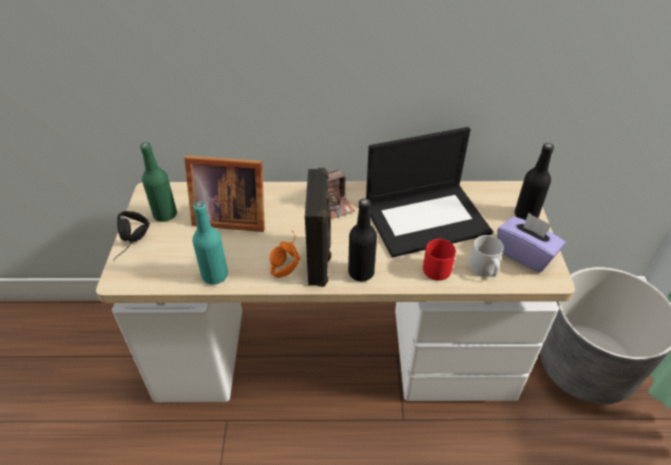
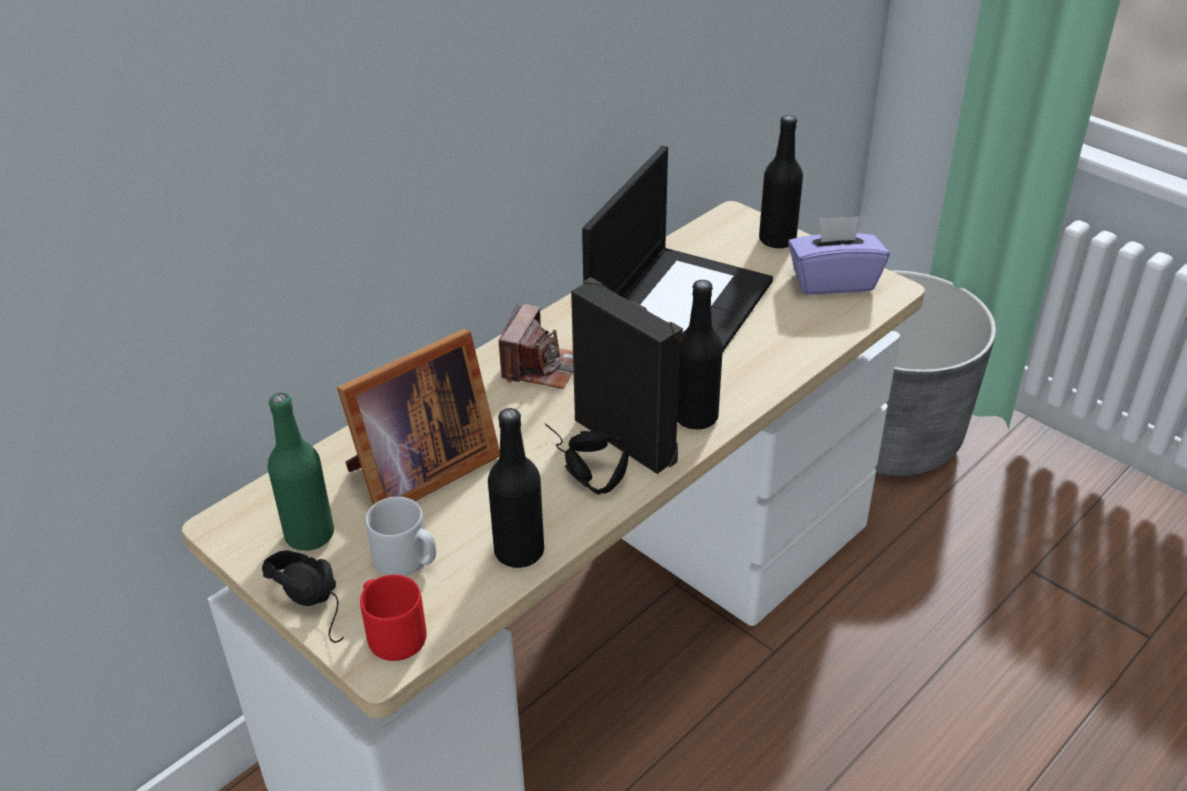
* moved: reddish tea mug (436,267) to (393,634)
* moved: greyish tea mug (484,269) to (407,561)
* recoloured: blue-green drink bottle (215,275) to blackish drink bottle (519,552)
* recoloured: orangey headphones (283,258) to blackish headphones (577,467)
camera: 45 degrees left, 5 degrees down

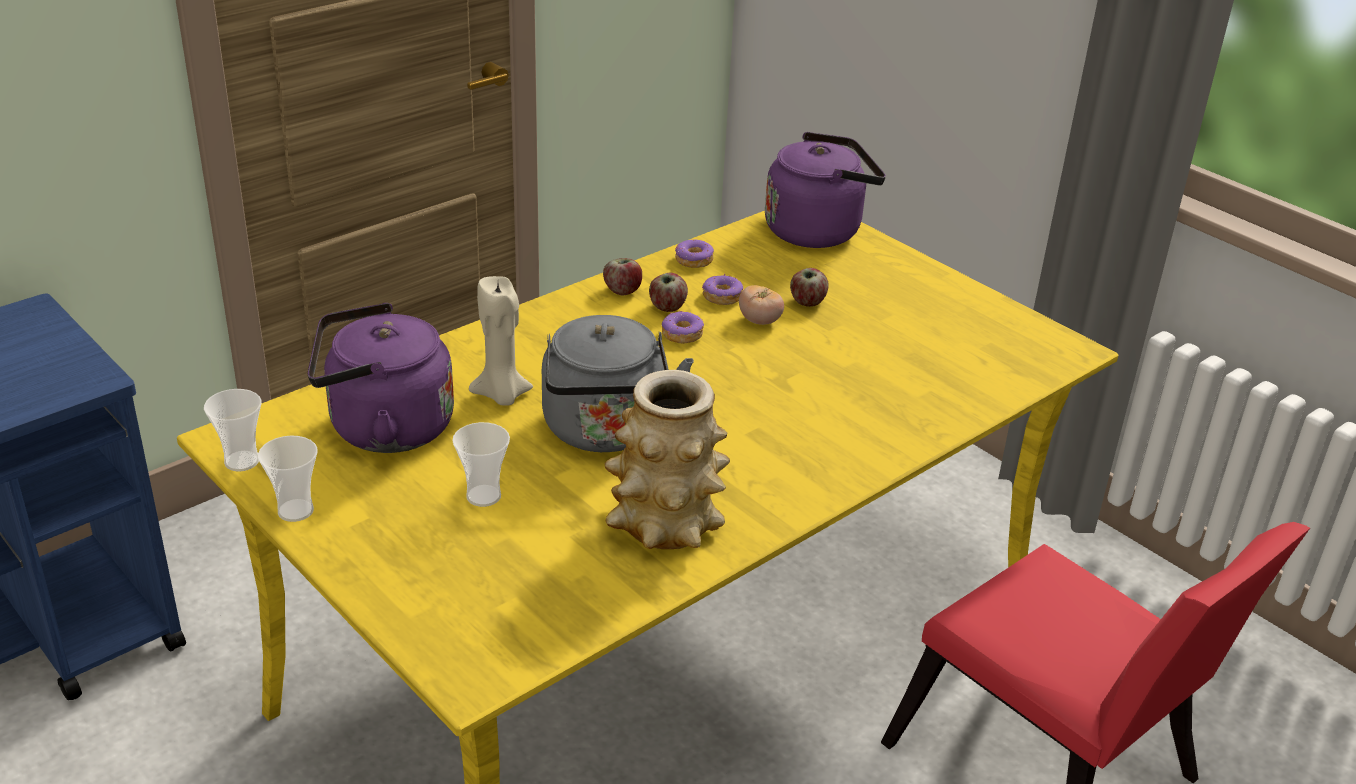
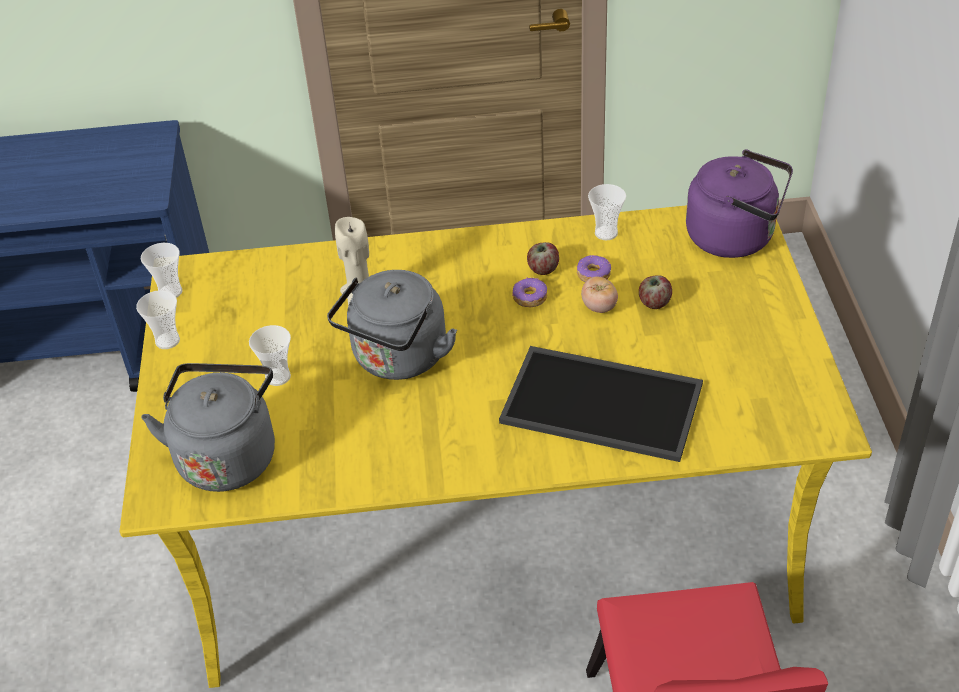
* added: greyish kettle (227,455)
* added: carrying tray (604,402)
* replaced: doughnut (694,260) to small cup (606,233)
* removed: purple kettle (383,428)
* removed: apple fruit (623,290)
* removed: vase (665,524)
camera: 40 degrees right, 10 degrees up

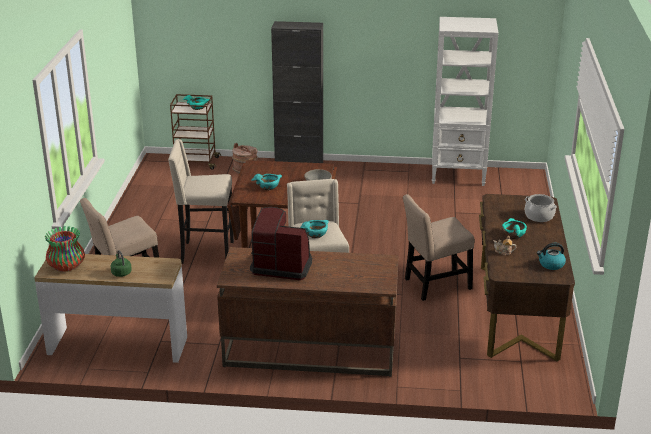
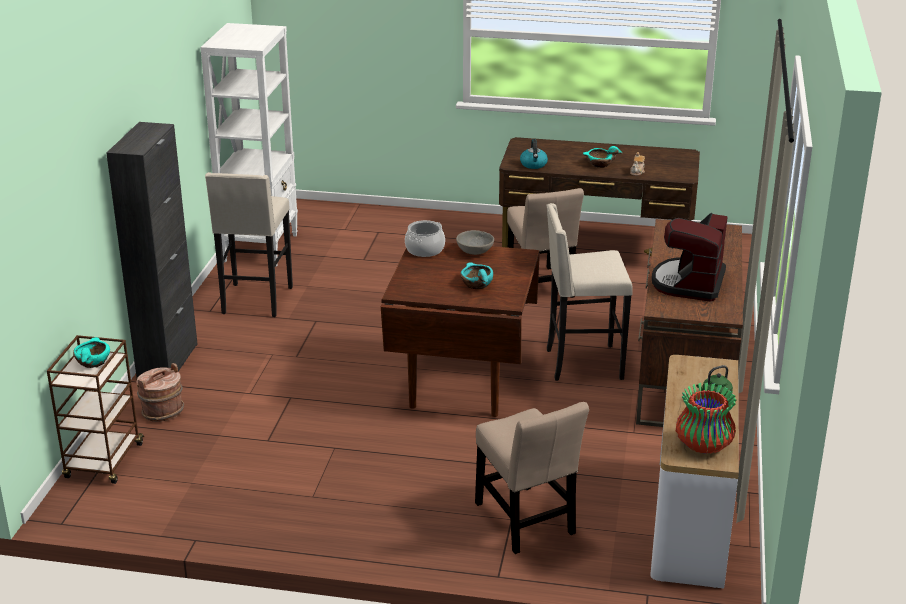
* moved: sand-coloured stool seat (206,253) to (256,301)
* moved: stockpot (539,216) to (425,250)
* moved: kettle (551,264) to (533,165)
* removed: blue-green serving bowl (315,234)
camera: 85 degrees left, 0 degrees up

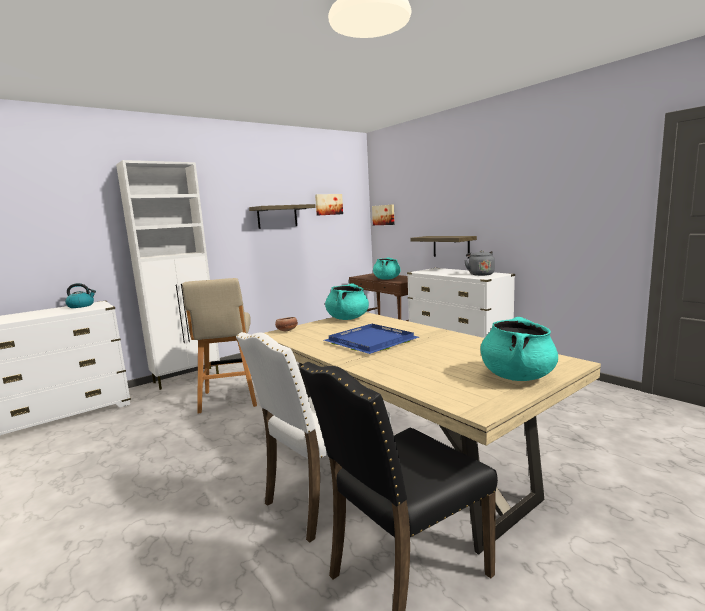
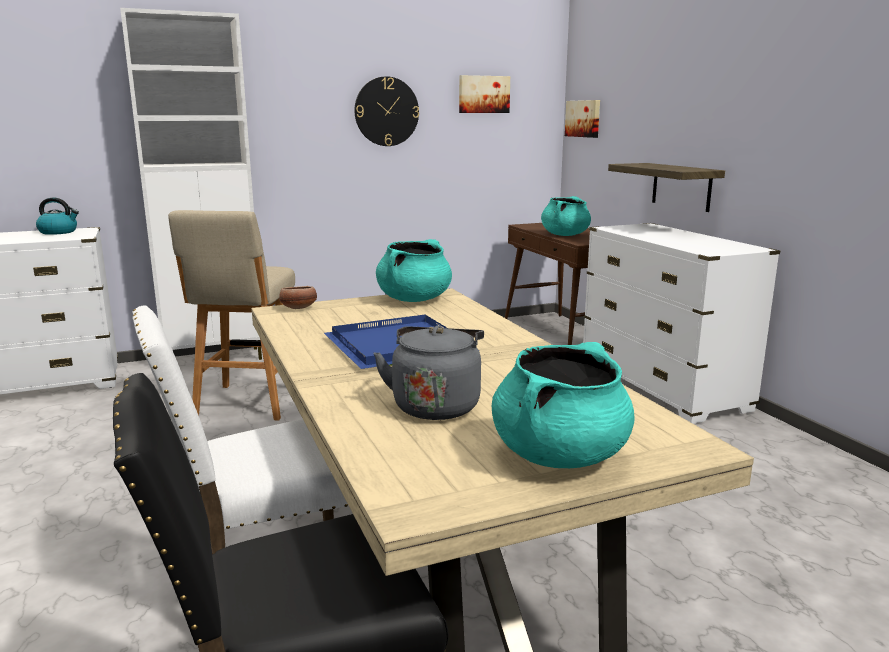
* replaced: bracket shelf (277,216) to clock on the wall (386,111)
* moved: greyish kettle (480,274) to (436,405)
camera: 15 degrees right, 5 degrees up

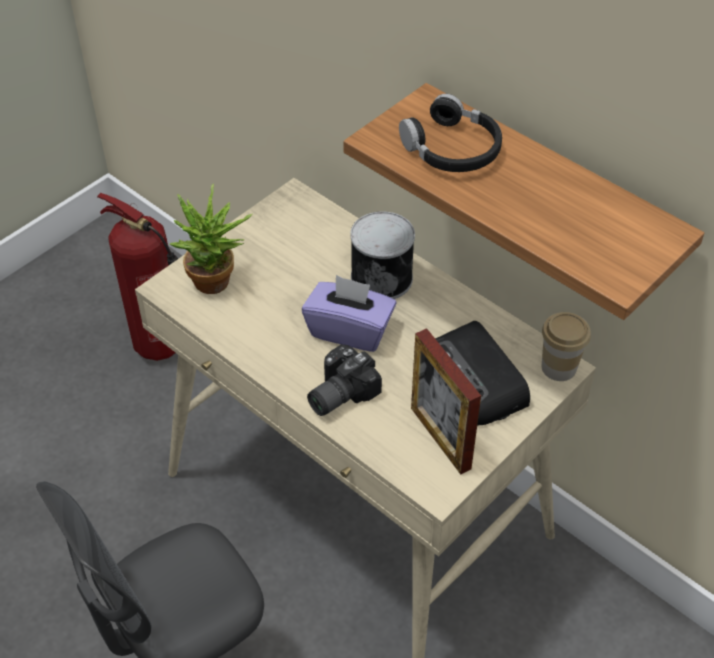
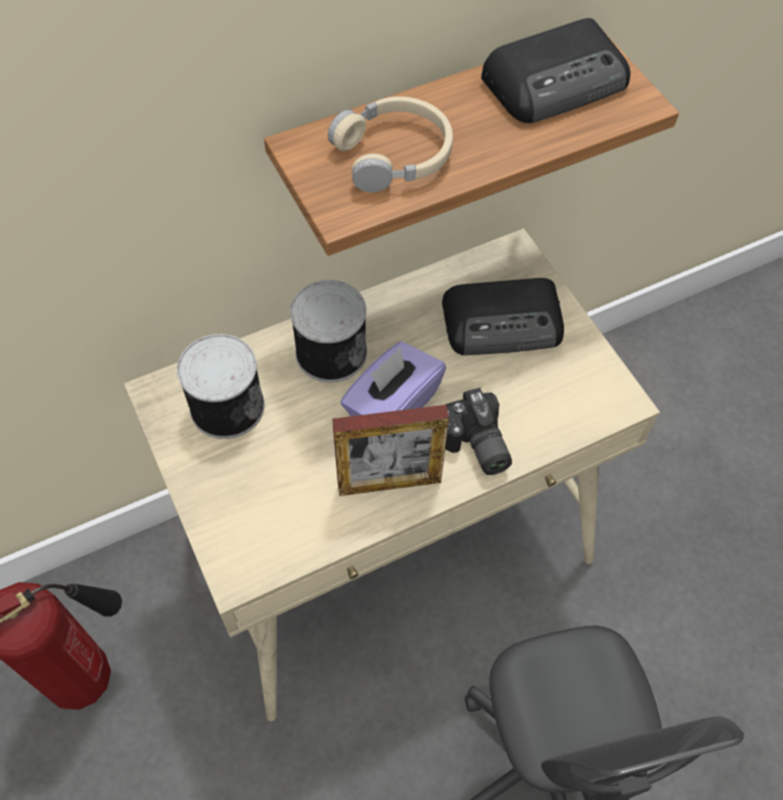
* added: sealed can (225,405)
* recoloured: blackish headphones (452,149) to sand-coloured headphones (394,154)
* moved: picture frame (440,438) to (389,483)
* added: radio (557,81)
* removed: houseplant (217,285)
* removed: small cup (559,367)
camera: 70 degrees left, 10 degrees up

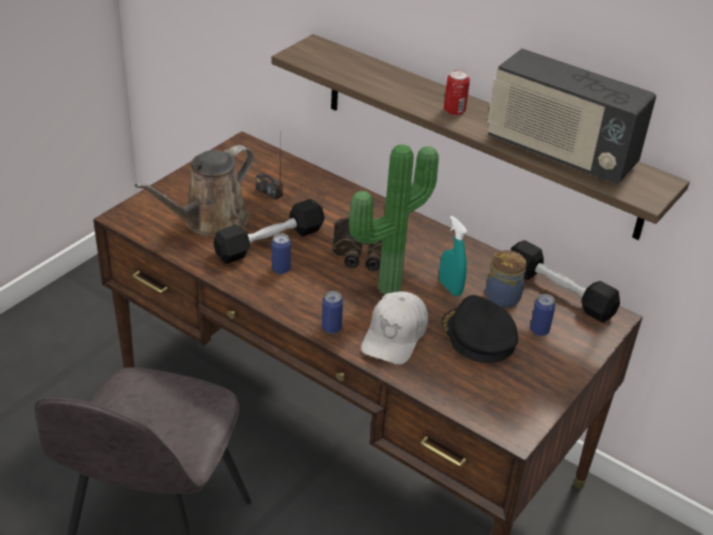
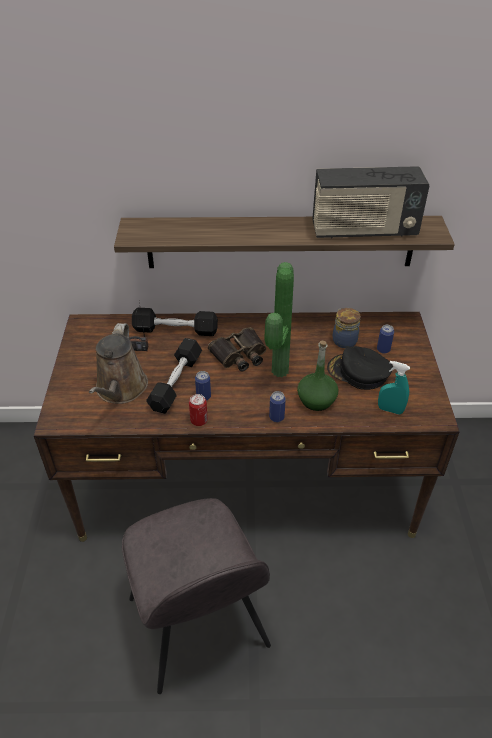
* moved: blackish free weight (559,292) to (175,330)
* moved: sealed can (454,111) to (199,421)
* replaced: whitish baseball cap (395,336) to green-coloured drink bottle (316,400)
* moved: blue-green sprayer (450,288) to (390,410)
camera: 35 degrees left, 5 degrees up

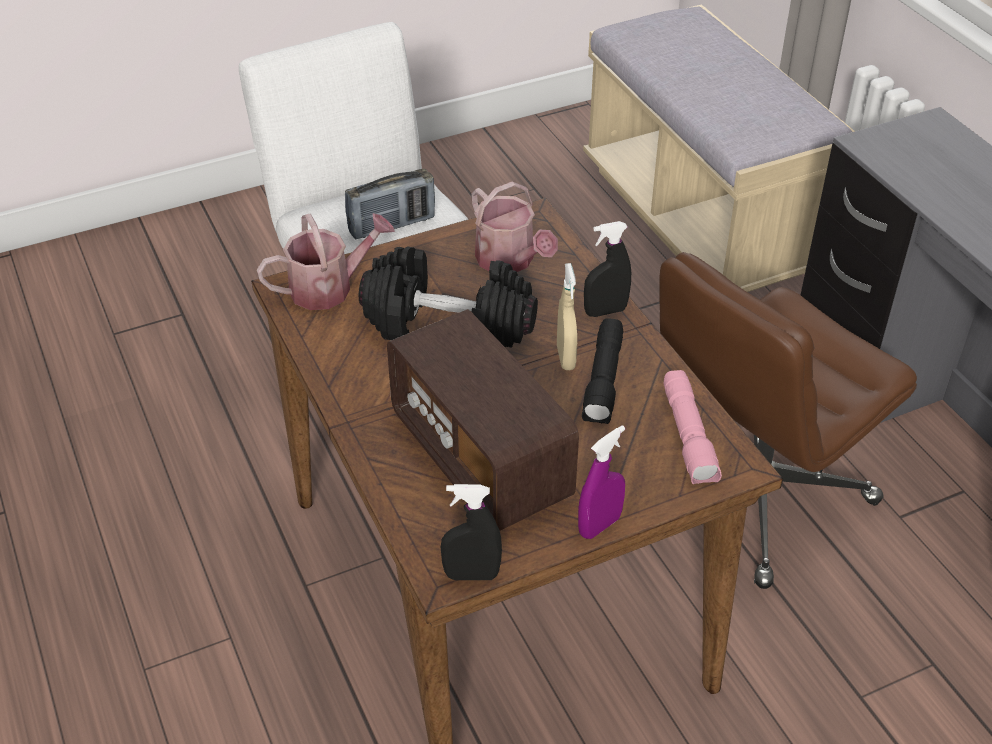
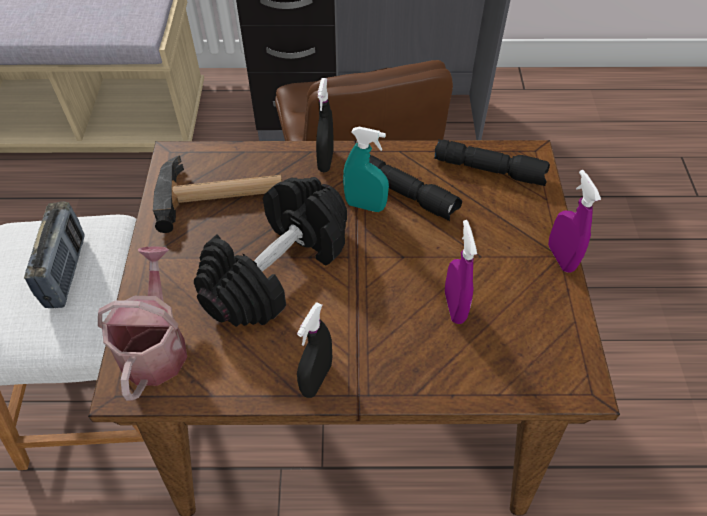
* replaced: watering can (509,261) to hammer (221,195)
* moved: blackish sprayer (471,575) to (316,379)
* recoloured: sand-coloured sprayer (565,358) to blue-green sprayer (365,205)
* recoloured: pink-coloured flashlight (689,437) to blackish flashlight (490,169)
* replaced: radio (481,458) to purple sprayer (454,306)
camera: 65 degrees left, 10 degrees up

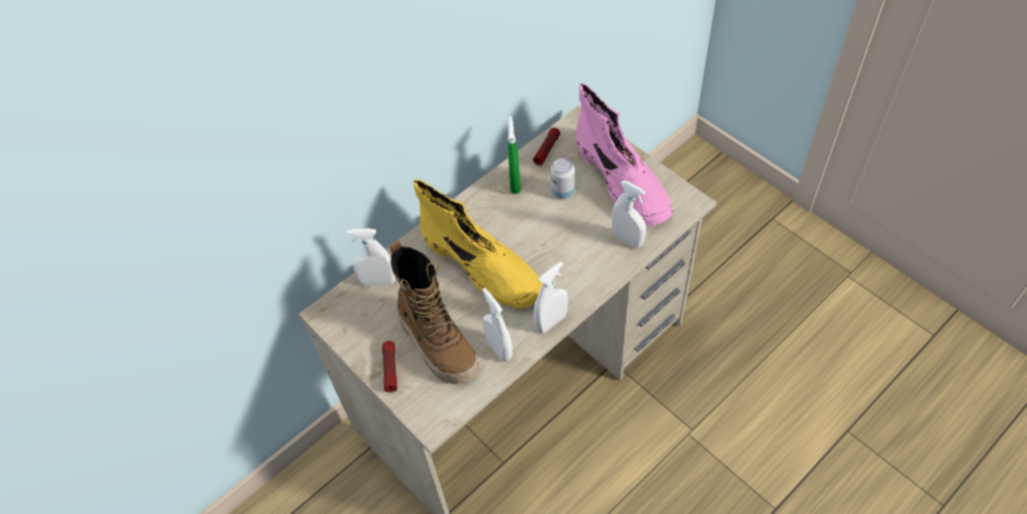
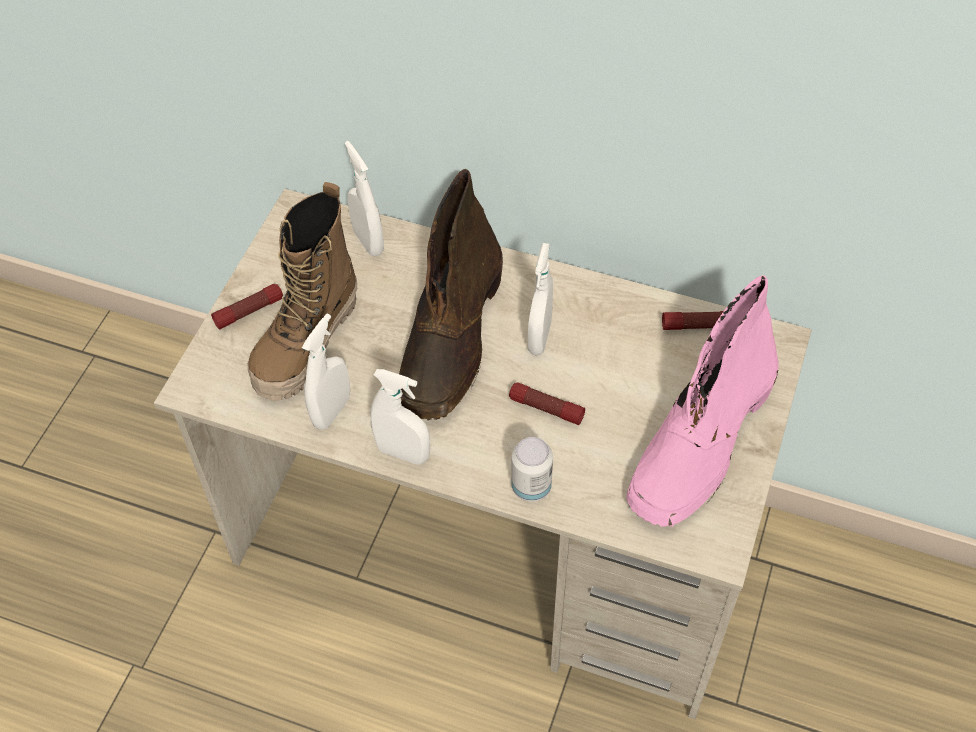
* recoloured: yellowish high-top boot (483,267) to brownish high-top boot (451,339)
* added: flashlight (546,408)
* moved: sealed can (562,191) to (531,487)
* moved: whitish sprayer (627,240) to (539,337)
* removed: green-coloured sprayer (515,183)
camera: 60 degrees right, 0 degrees up

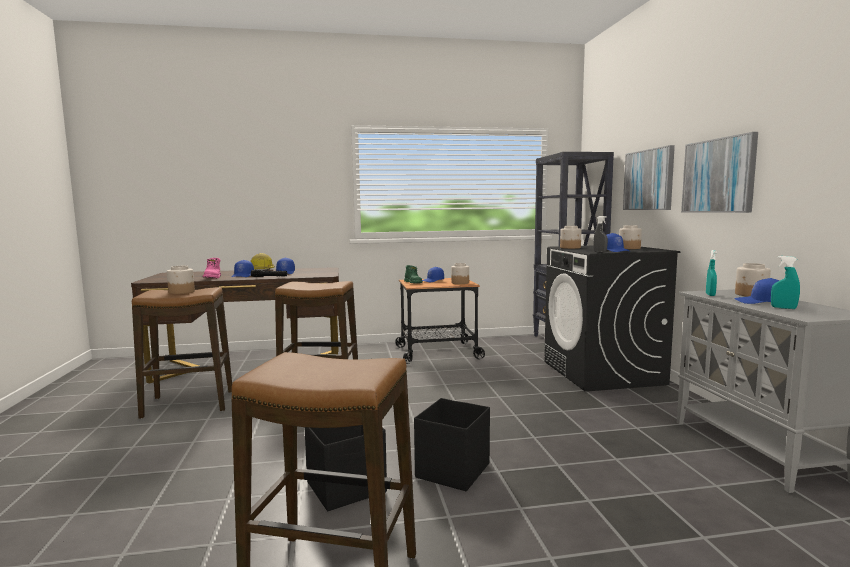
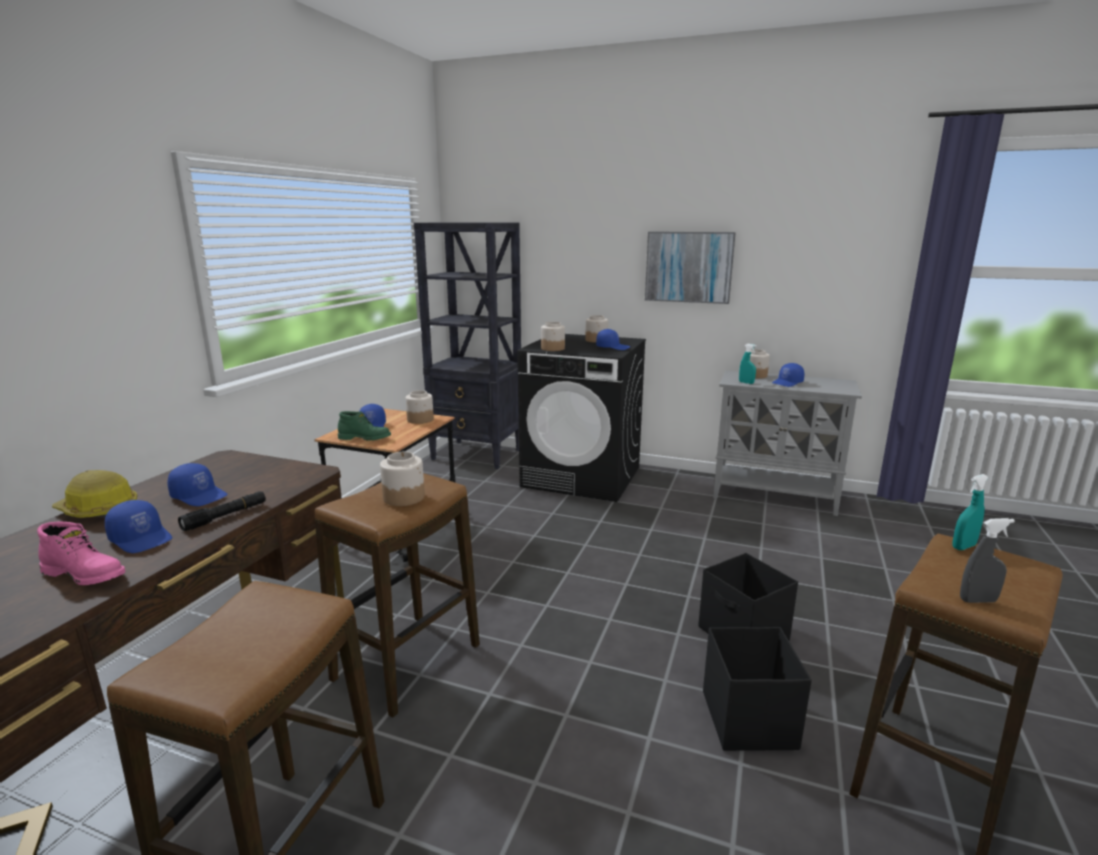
* moved: preserve jar (182,292) to (404,497)
* moved: blue-green sprayer (783,308) to (963,547)
* moved: greyish sprayer (600,252) to (978,600)
* removed: wall art (648,180)
camera: 60 degrees left, 10 degrees up

